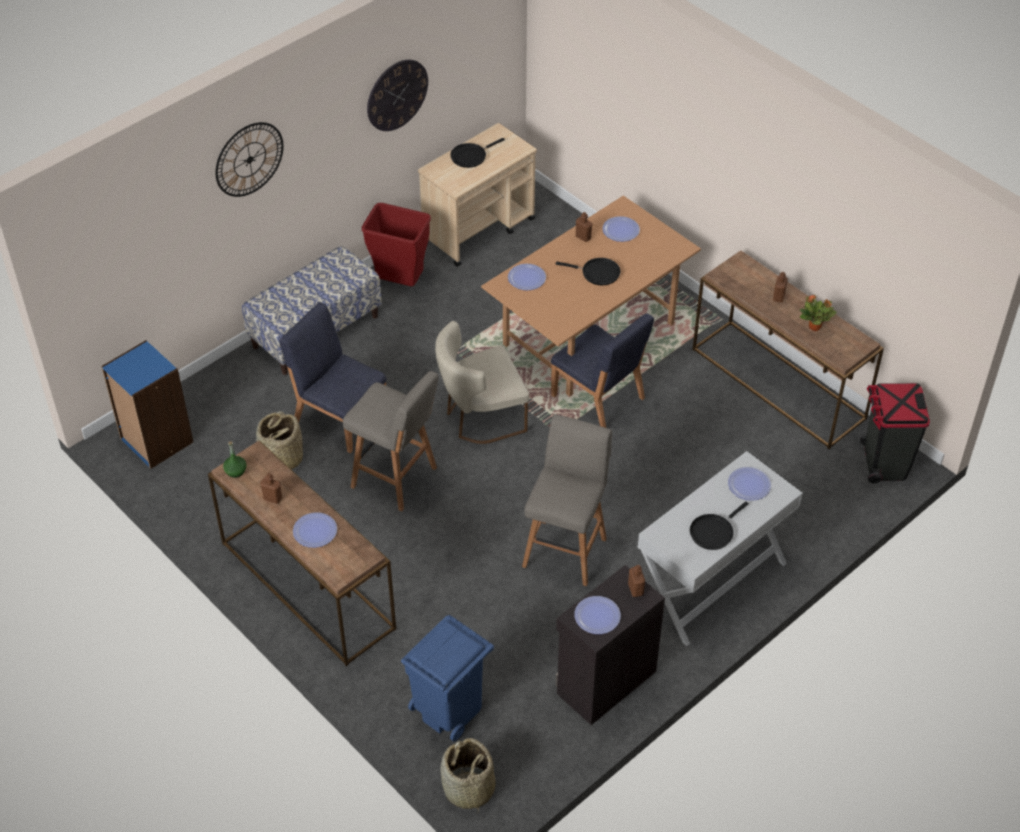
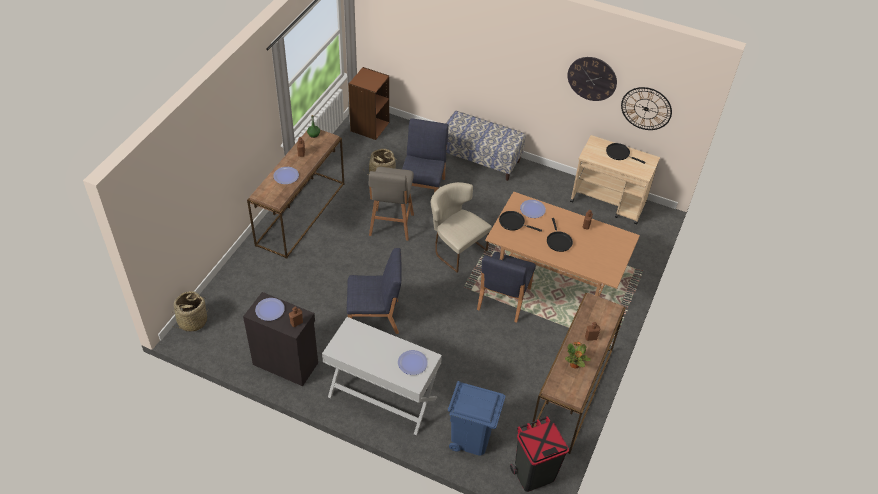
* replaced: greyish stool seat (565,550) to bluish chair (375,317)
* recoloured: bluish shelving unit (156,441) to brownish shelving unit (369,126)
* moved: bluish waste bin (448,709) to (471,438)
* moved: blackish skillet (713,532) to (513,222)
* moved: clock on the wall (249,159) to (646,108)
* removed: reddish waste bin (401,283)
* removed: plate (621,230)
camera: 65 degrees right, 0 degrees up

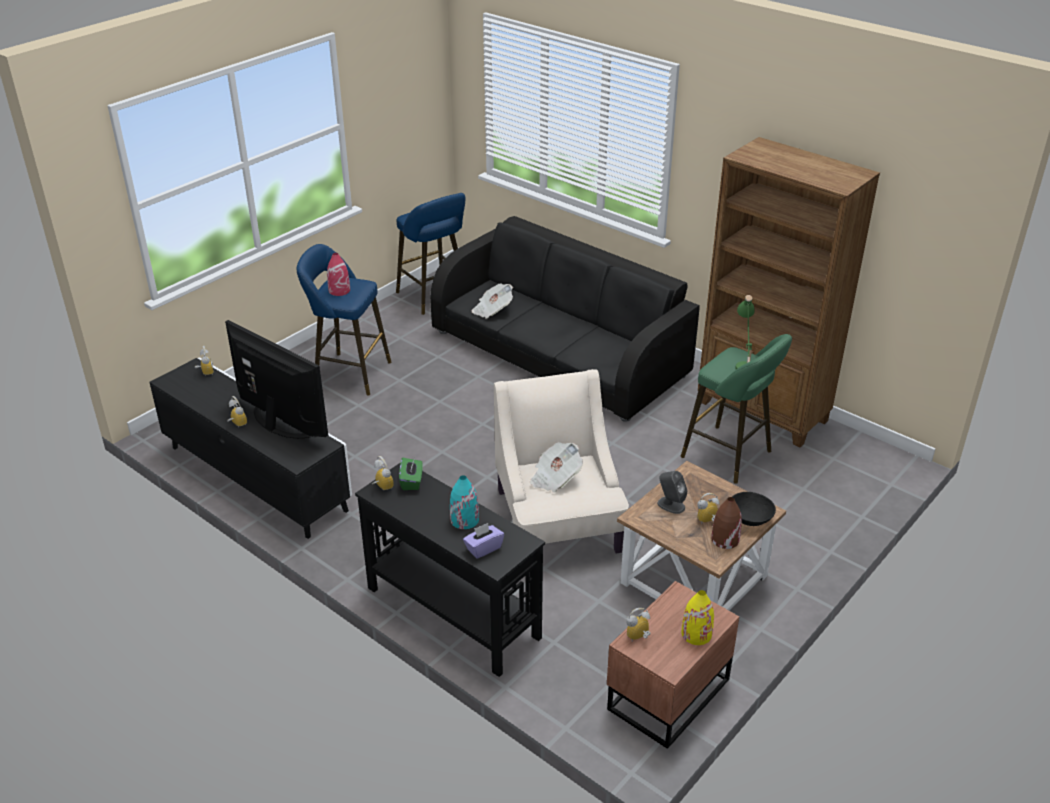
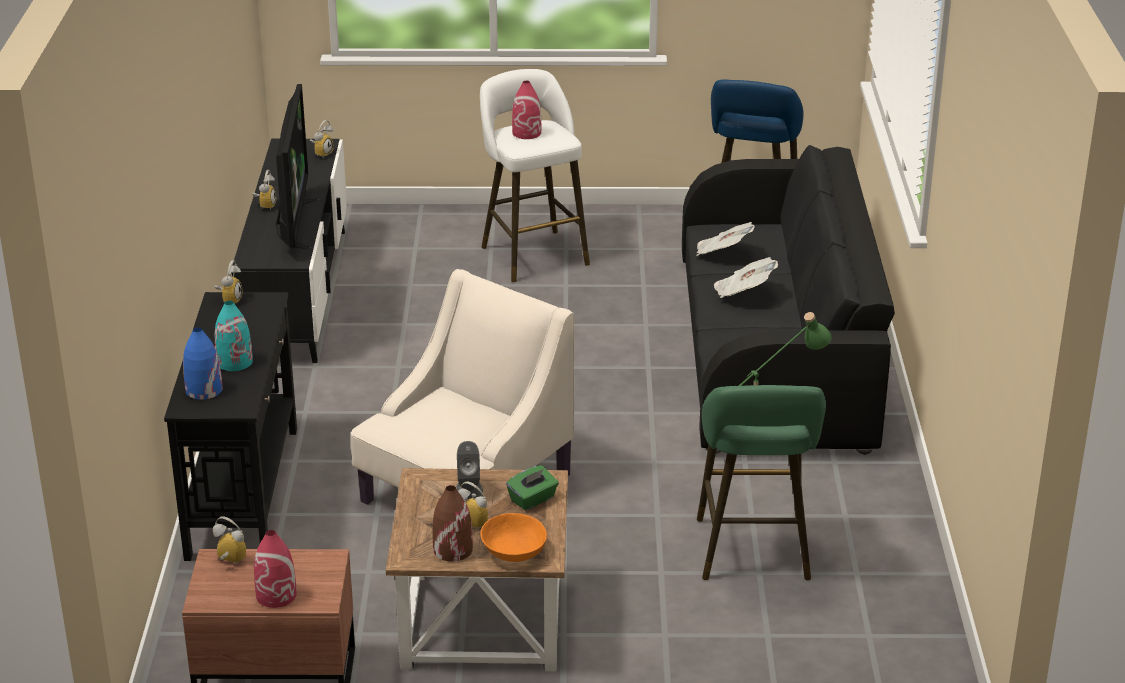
* replaced: purple box of tissues (483,548) to bluish vase (203,390)
* recoloured: yellowish vase (696,633) to reddish vase (277,595)
* recoloured: bluish stool seat (348,373) to whitish stool seat (532,253)
* recoloured: blackish serving bowl (749,519) to orangey serving bowl (513,552)
* moved: green-coloured box of tissues (411,481) to (533,499)
* moved: printed paper (555,478) to (743,292)
* removed: brownish shelving unit (763,412)
camera: 50 degrees right, 5 degrees down

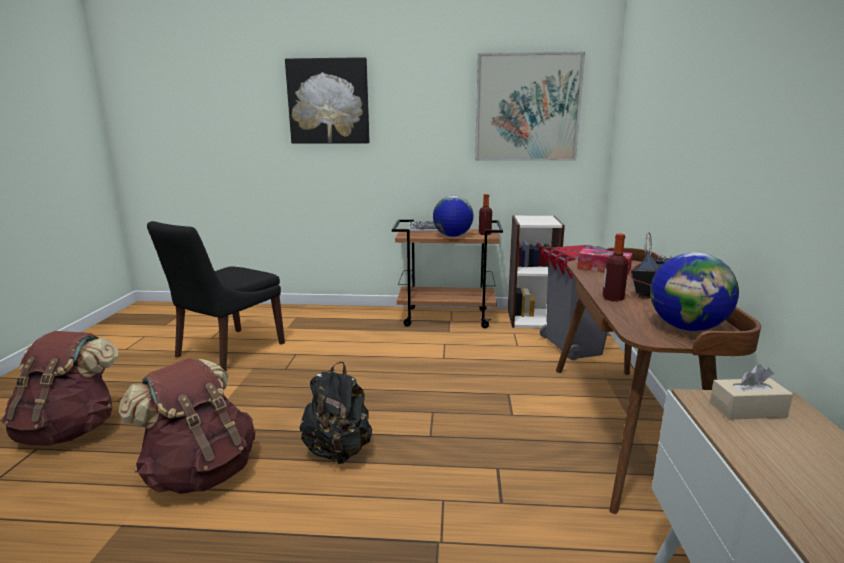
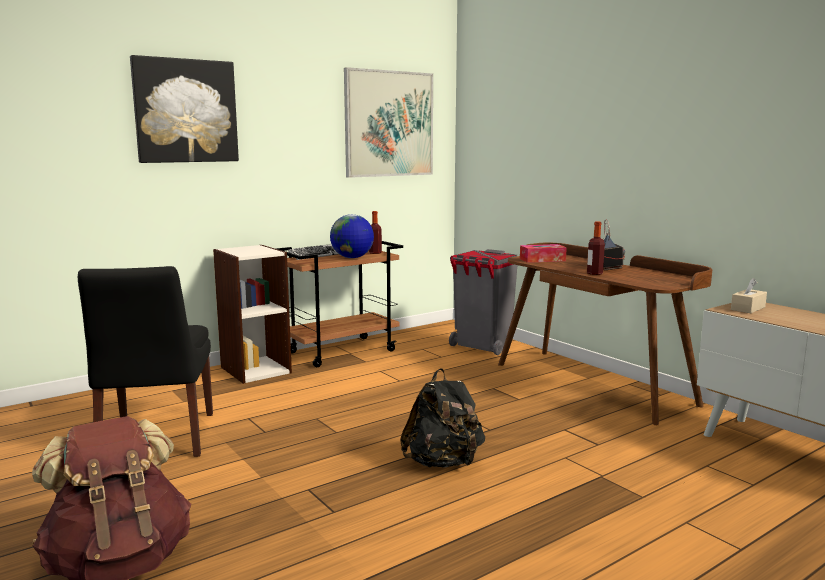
* moved: shelving unit (530,318) to (255,369)
* removed: brownish knapsack (201,472)
* removed: world globe (687,327)
camera: 40 degrees left, 5 degrees down

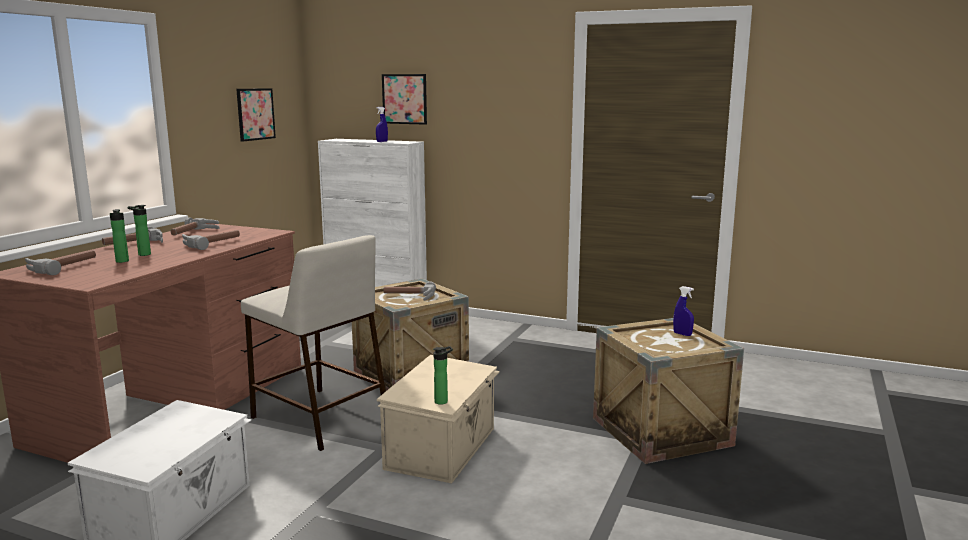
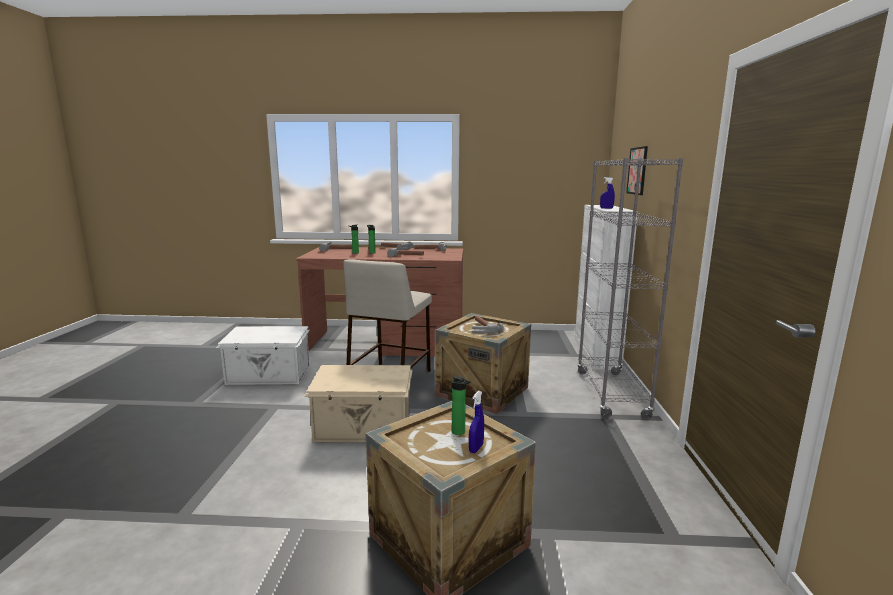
* moved: drink bottle (443,401) to (460,432)
* added: greyish shelving unit (611,394)
* removed: wall art (255,114)
camera: 70 degrees right, 0 degrees up

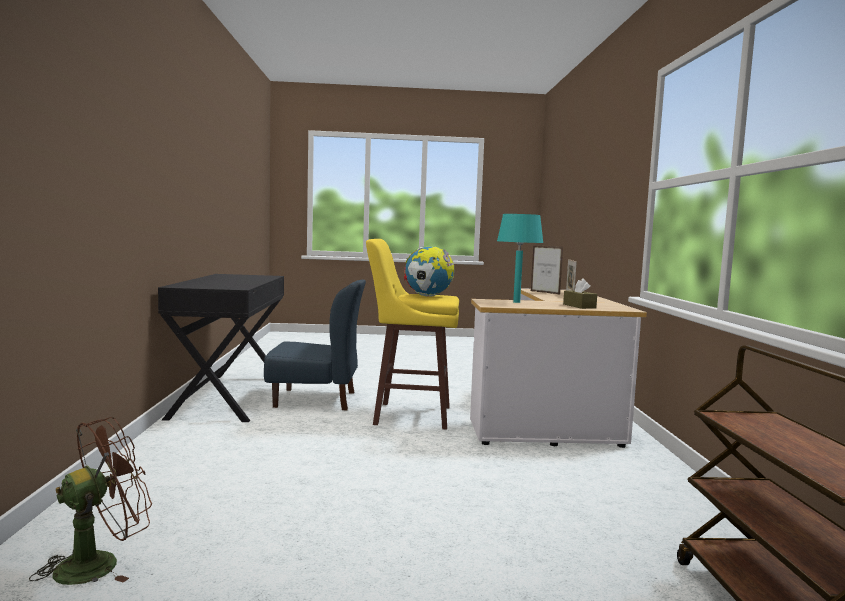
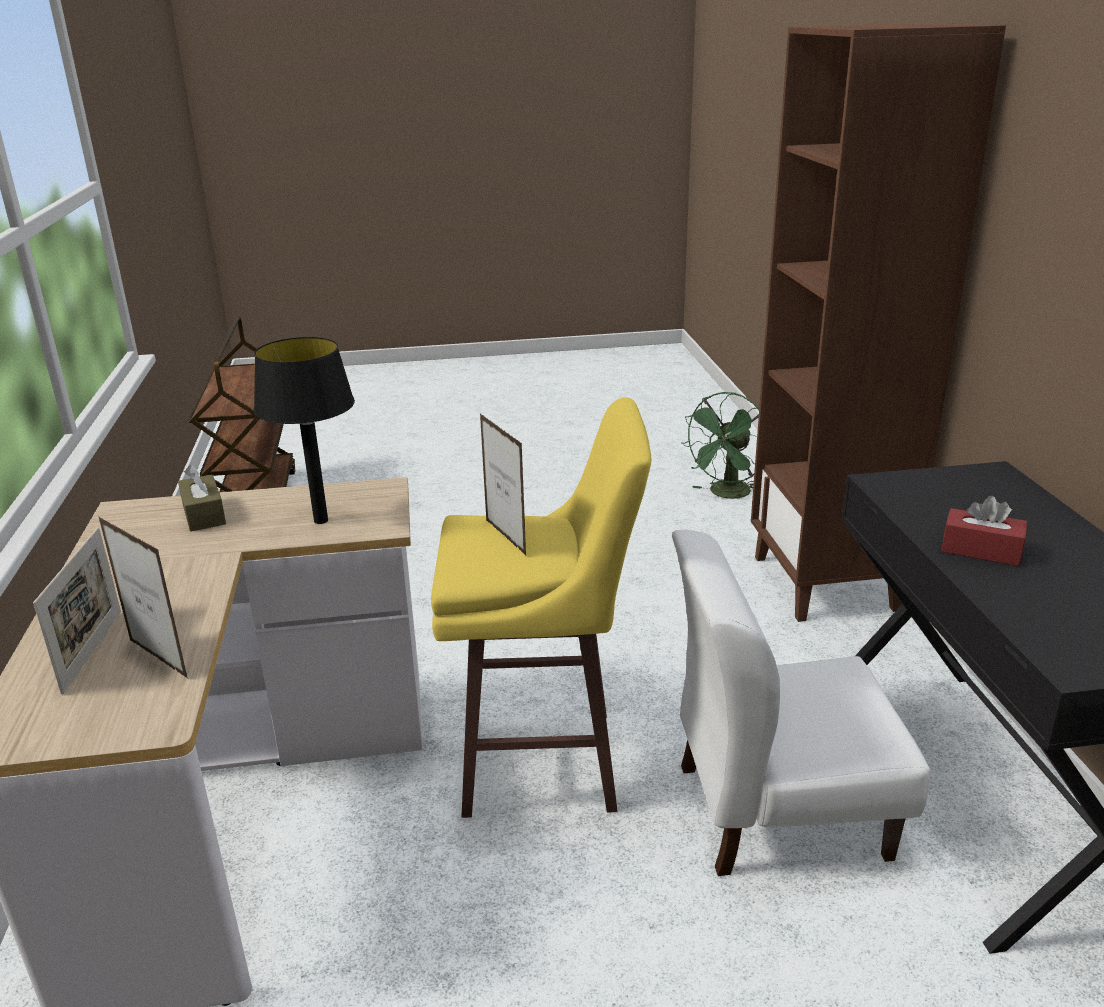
* recoloured: blue-green tabletop lamp (516,302) to blackish tabletop lamp (321,520)
* replaced: world globe (428,296) to picture frame (505,537)
* recoloured: bluish chair (316,399) to whitish chair (779,809)
* recoloured: brownish fan (99,563) to green-coloured fan (727,495)
* added: brownish shelving unit (826,583)
* added: reddish box of tissues (981,550)
camera: 175 degrees right, 20 degrees up

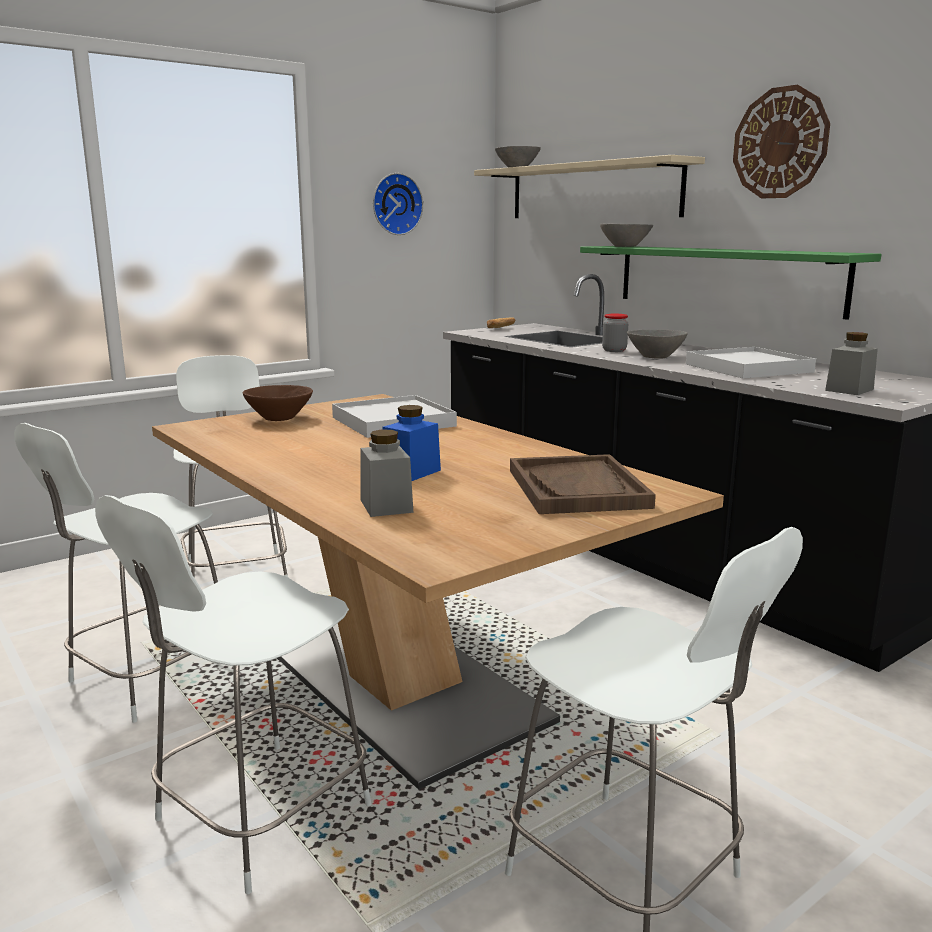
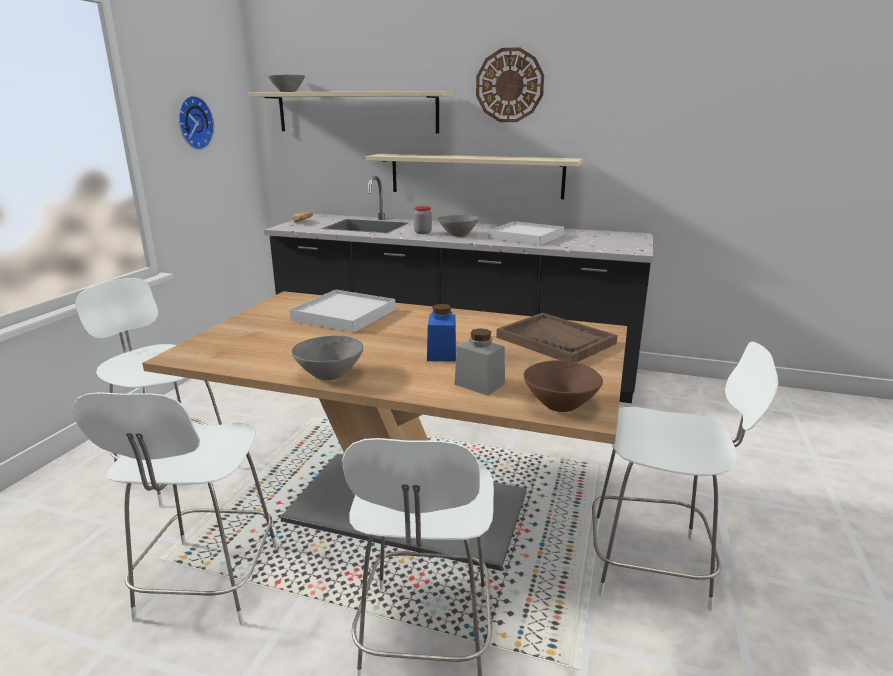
* moved: greyish serving bowl (626,246) to (330,374)
* recoloured: green-coloured bracket shelf (725,278) to sand-coloured bracket shelf (475,175)
* moved: brownish serving bowl (280,418) to (561,405)
* removed: greyish preserve jar (849,390)
camera: 35 degrees left, 5 degrees up

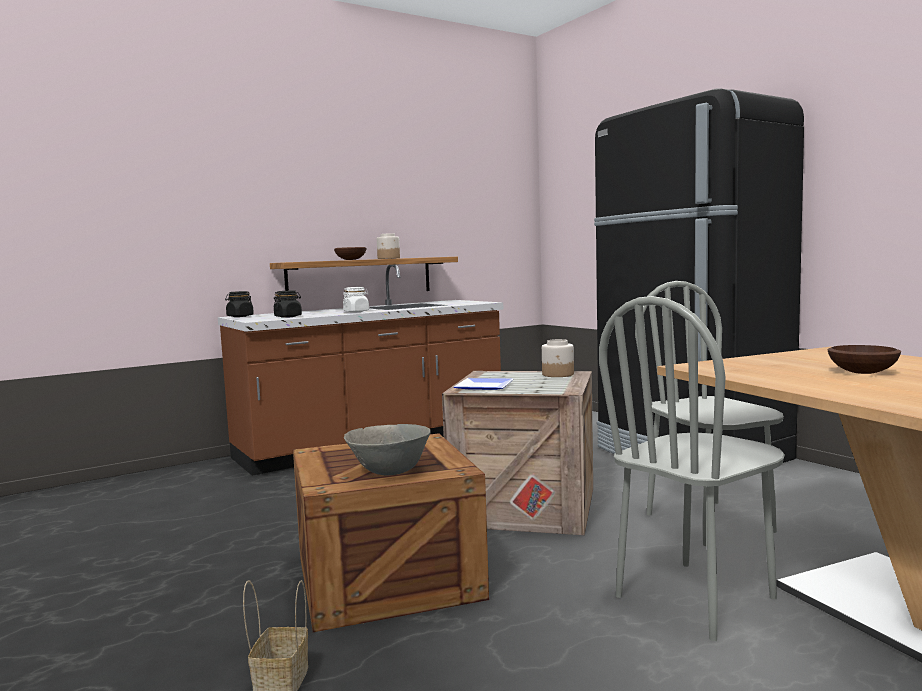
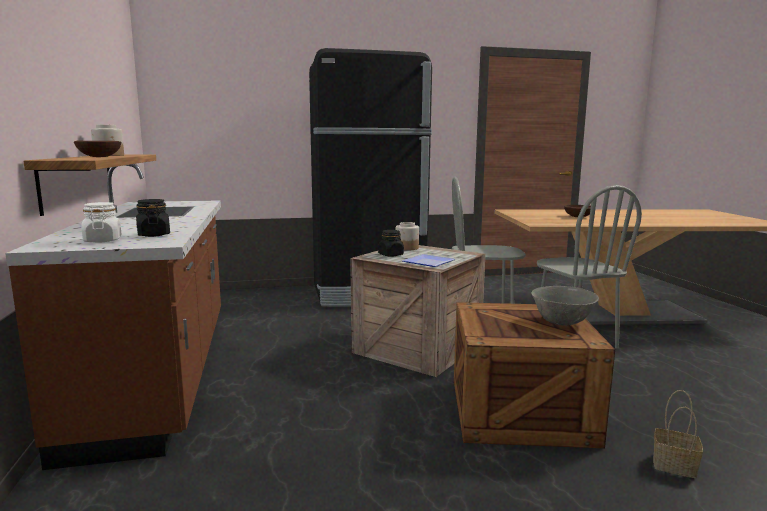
* moved: whitish preserve jar (356,311) to (103,240)
* moved: blackish preserve jar (240,316) to (391,255)
camera: 70 degrees left, 5 degrees up

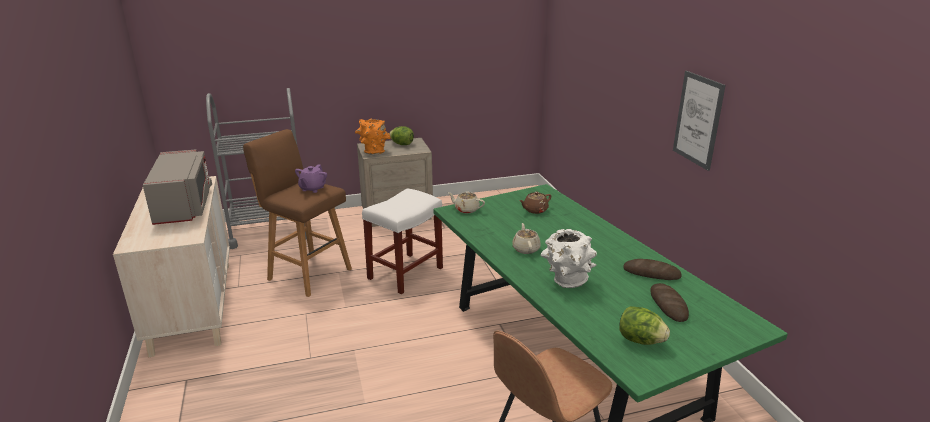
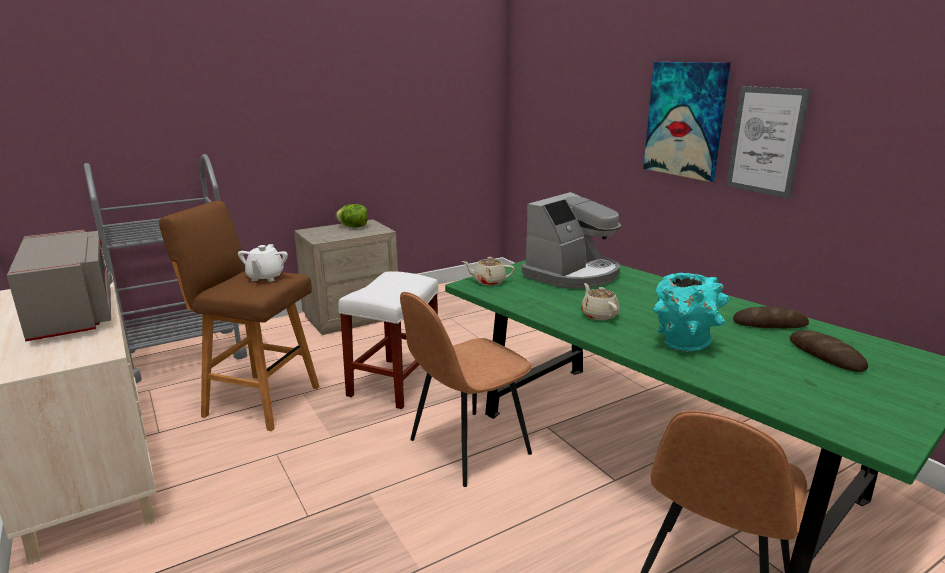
* recoloured: purple pot for tea (312,188) to whitish pot for tea (265,277)
* added: brownish chair (467,448)
* replaced: brownish pot for tea (535,210) to coffee maker (572,274)
* added: wall art (685,120)
* recoloured: whitish vase (566,282) to blue-green vase (683,346)
* removed: orangey vase (373,152)
* removed: lettuce head (640,340)
camera: 15 degrees left, 5 degrees down

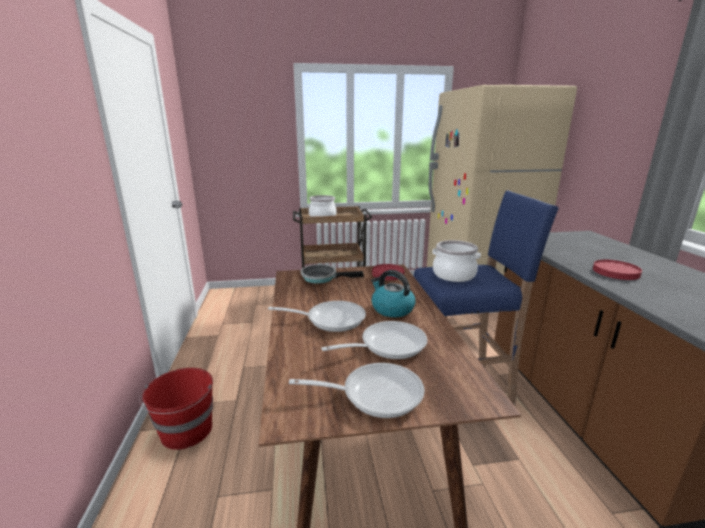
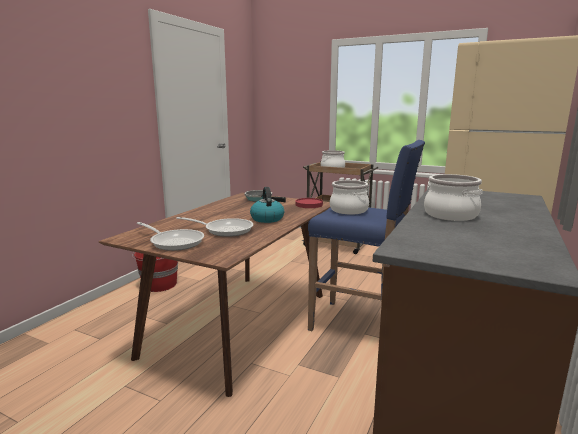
* replaced: reddish plate (615,272) to stockpot (450,215)
* removed: skillet (330,319)
camera: 35 degrees right, 5 degrees down

